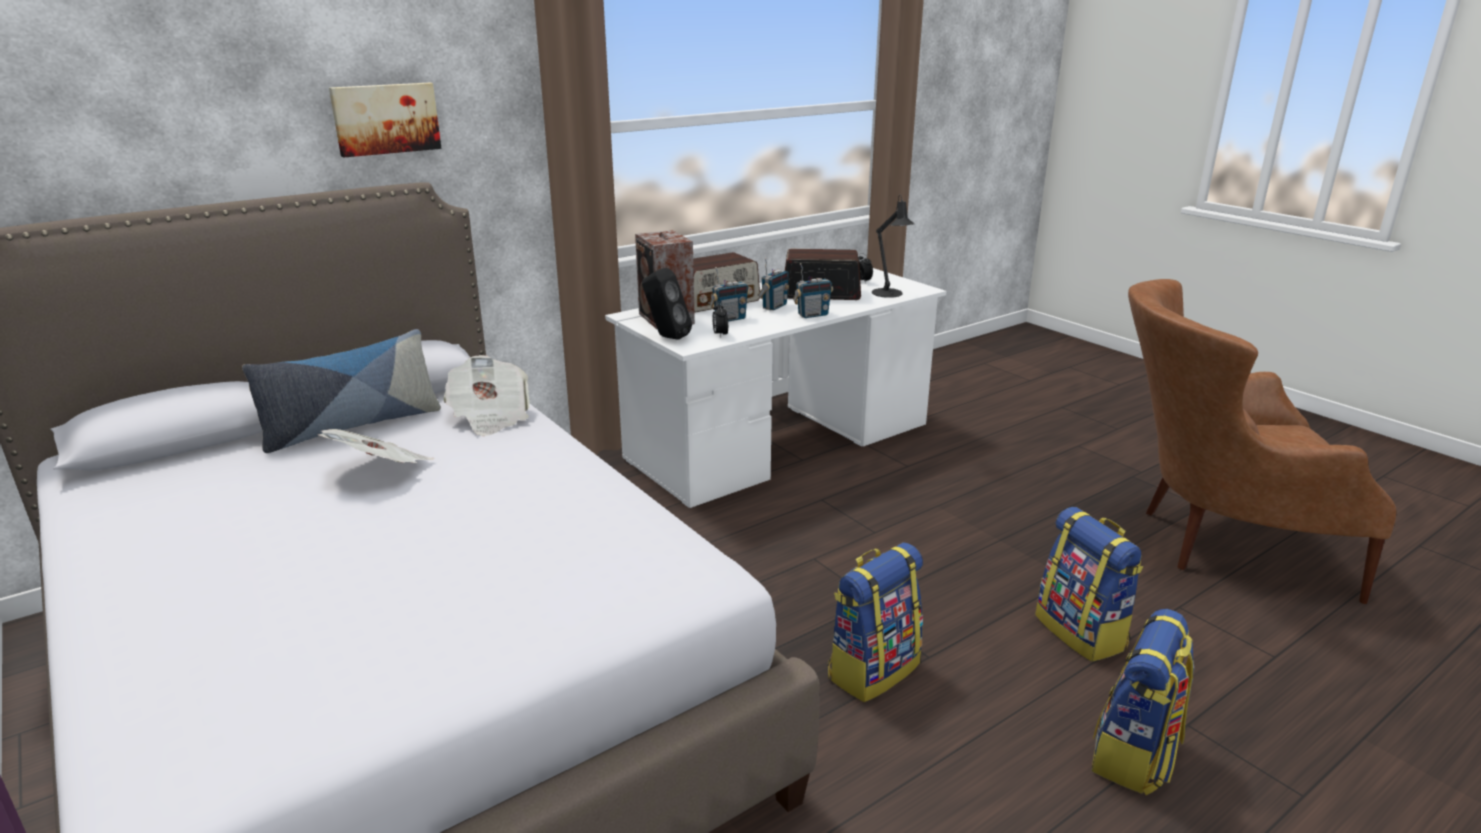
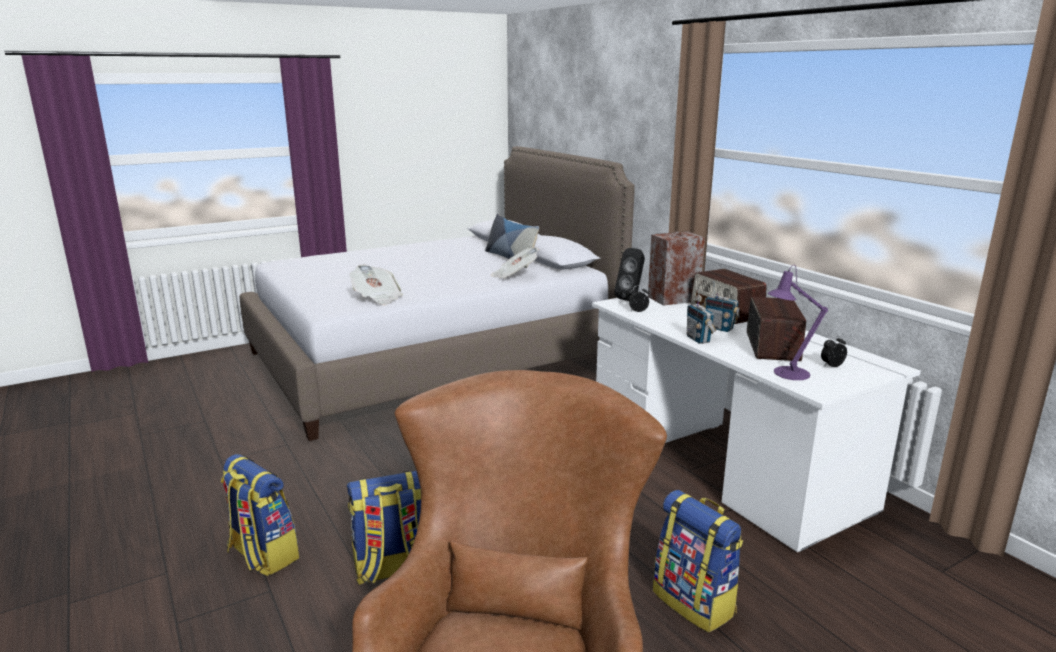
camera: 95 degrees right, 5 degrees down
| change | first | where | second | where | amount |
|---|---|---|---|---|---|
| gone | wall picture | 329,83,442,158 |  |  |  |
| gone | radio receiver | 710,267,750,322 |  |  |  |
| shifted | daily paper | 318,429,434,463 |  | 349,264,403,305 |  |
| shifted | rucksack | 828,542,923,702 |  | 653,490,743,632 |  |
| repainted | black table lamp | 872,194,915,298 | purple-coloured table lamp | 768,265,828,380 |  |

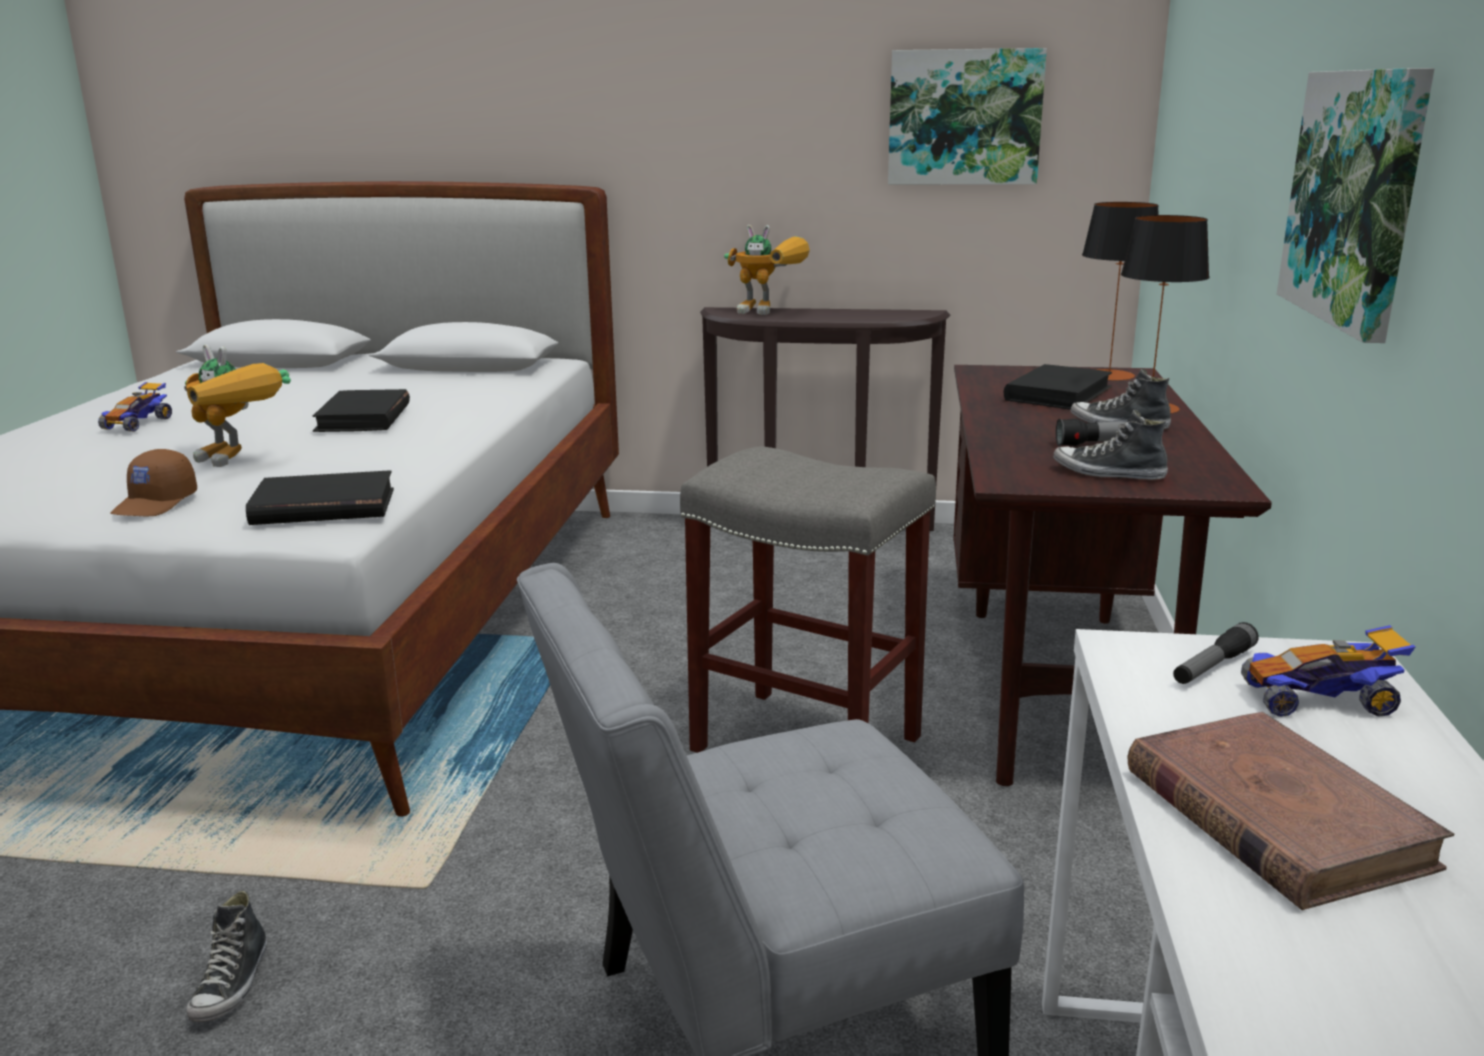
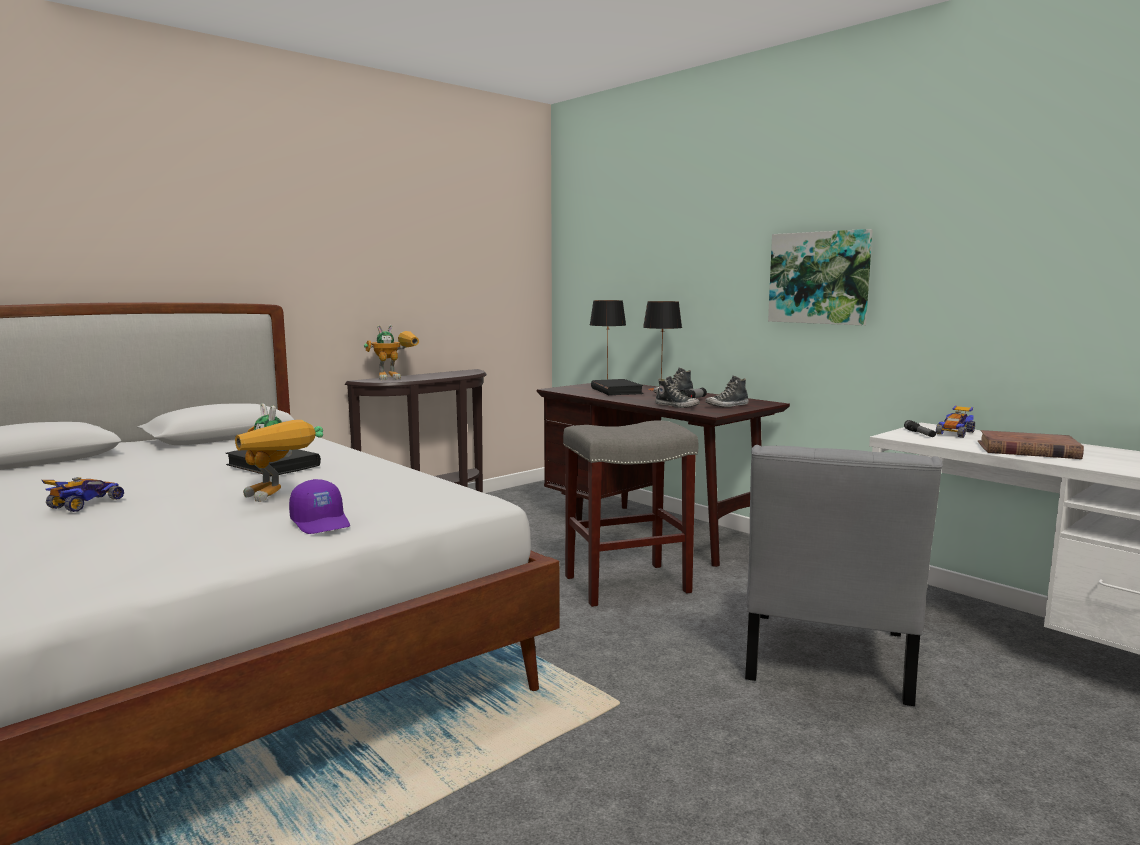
camera: 50 degrees left, 10 degrees down
| change | first | where | second | where | amount |
|---|---|---|---|---|---|
| gone | black book | 246,470,394,525 |  |  |  |
| gone | wall picture | 888,48,1047,185 |  |  |  |
| shifted | shoe | 187,890,267,1022 |  | 655,376,700,408 |  |
| repainted | brown peaked cap | 110,449,197,516 | purple-coloured peaked cap | 289,479,350,534 |  |
| rotated | miniature car | 98,382,172,432 |  | 42,477,124,512 | 120 degrees counterclockwise |
| rotated | toy robot | 184,344,291,467 |  | 235,403,323,502 | 60 degrees clockwise |

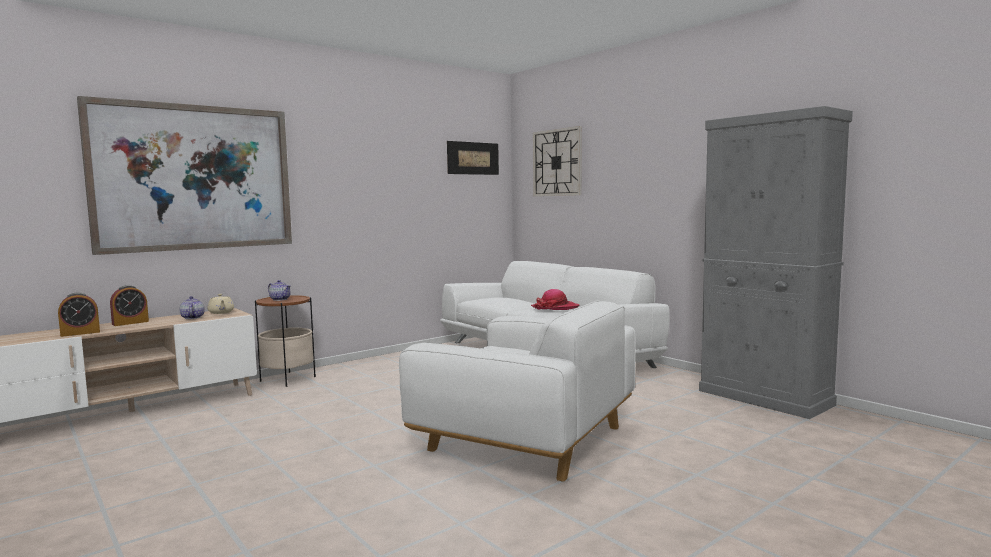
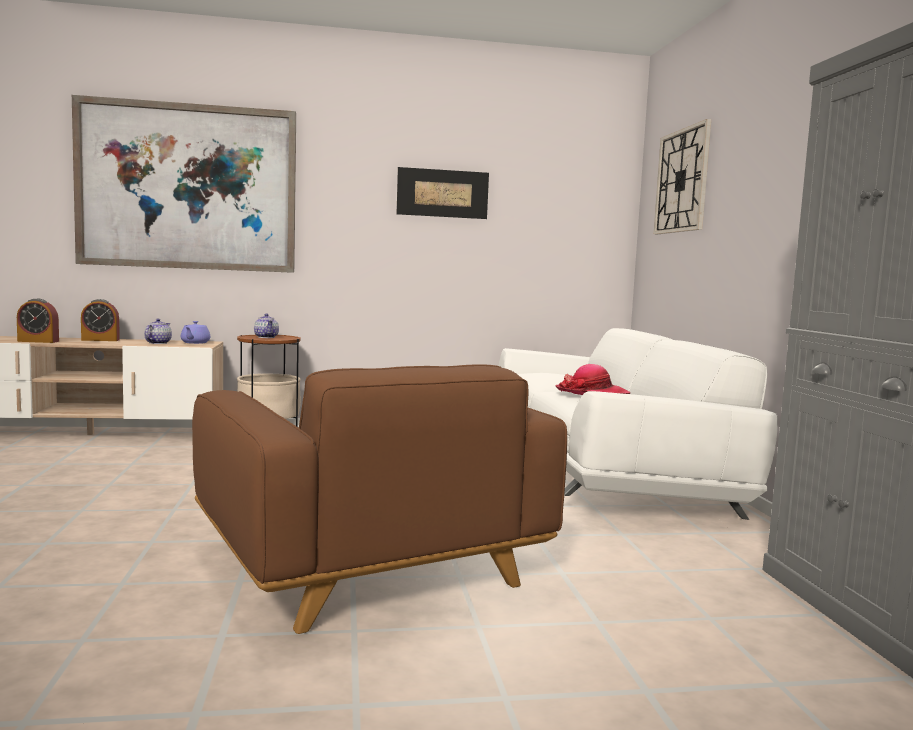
camera: 30 degrees right, 0 degrees up
| change | first | where | second | where | amount |
|---|---|---|---|---|---|
| shifted | wall picture | 447,141,499,175 |  | 396,167,489,219 |  |
| repainted | beige-coloured pot for tea | 207,294,234,314 | purple-coloured pot for tea | 181,321,210,344 |  |
| repainted | white easy chair | 399,300,636,482 | brown easy chair | 192,364,567,634 |  |

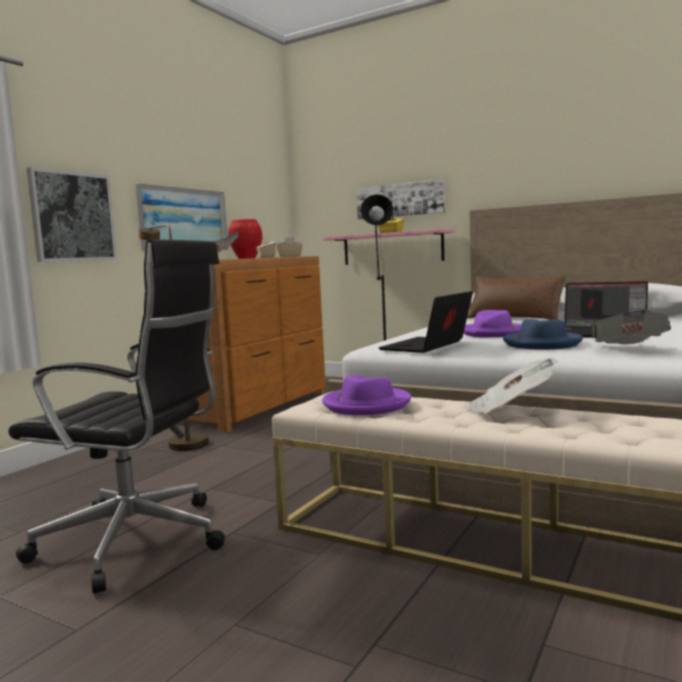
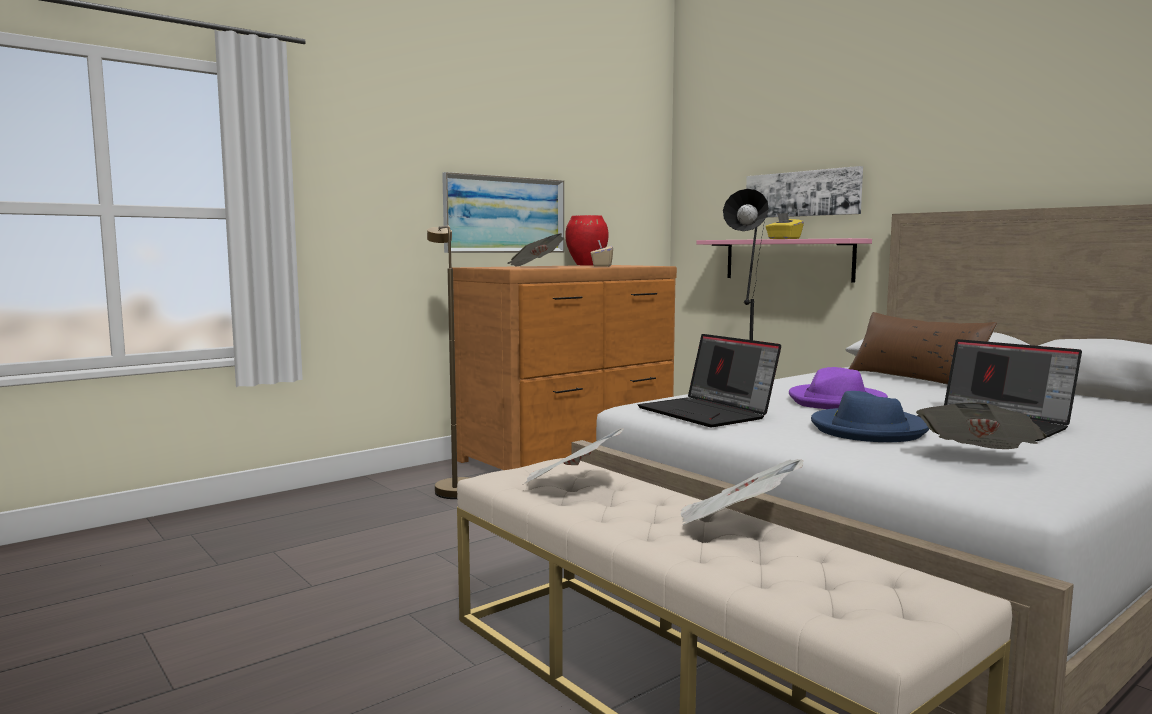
camera: 20 degrees right, 0 degrees up
| change | first | where | second | where | amount |
|---|---|---|---|---|---|
| gone | black computer chair | 8,239,225,594 |  |  |  |
| gone | wall picture | 27,167,117,262 |  |  |  |
| gone | beige-coloured tissue holder | 277,237,303,257 |  |  |  |
| swapped | purple-coloured hat | 322,375,411,415 | daily paper | 525,428,624,483 |  |
| rotated | portable computer | 378,291,473,353 |  | 638,334,781,427 | 90 degrees counterclockwise |

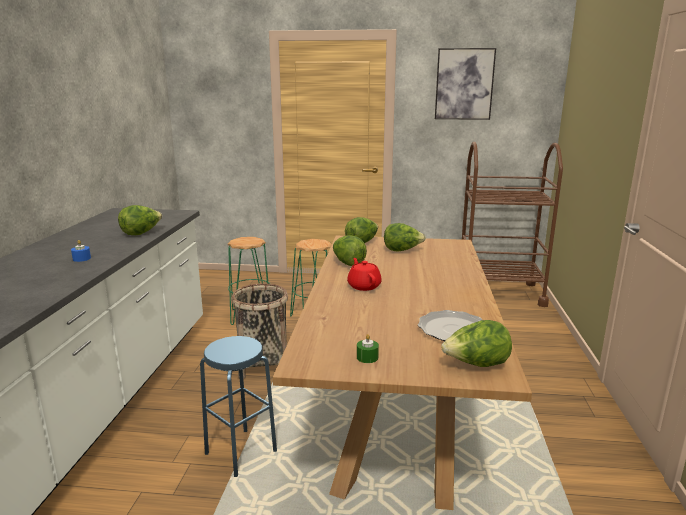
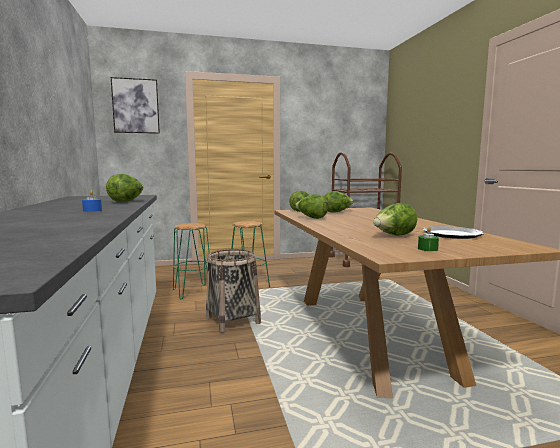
camera: 20 degrees left, 10 degrees down
| change | first | where | second | where | amount |
|---|---|---|---|---|---|
| gone | blue stool | 200,336,277,477 |  |  |  |
| gone | reddish pot for tea | 347,258,382,291 |  |  |  |
| shifted | wall picture | 435,48,496,120 |  | 111,77,160,134 |  |
| shifted | lettuce | 441,320,512,367 |  | 373,203,417,236 |  |

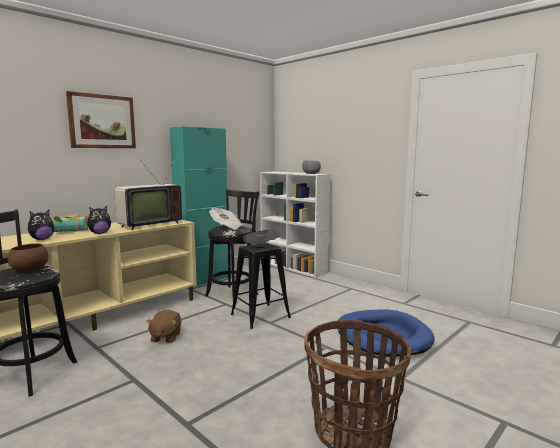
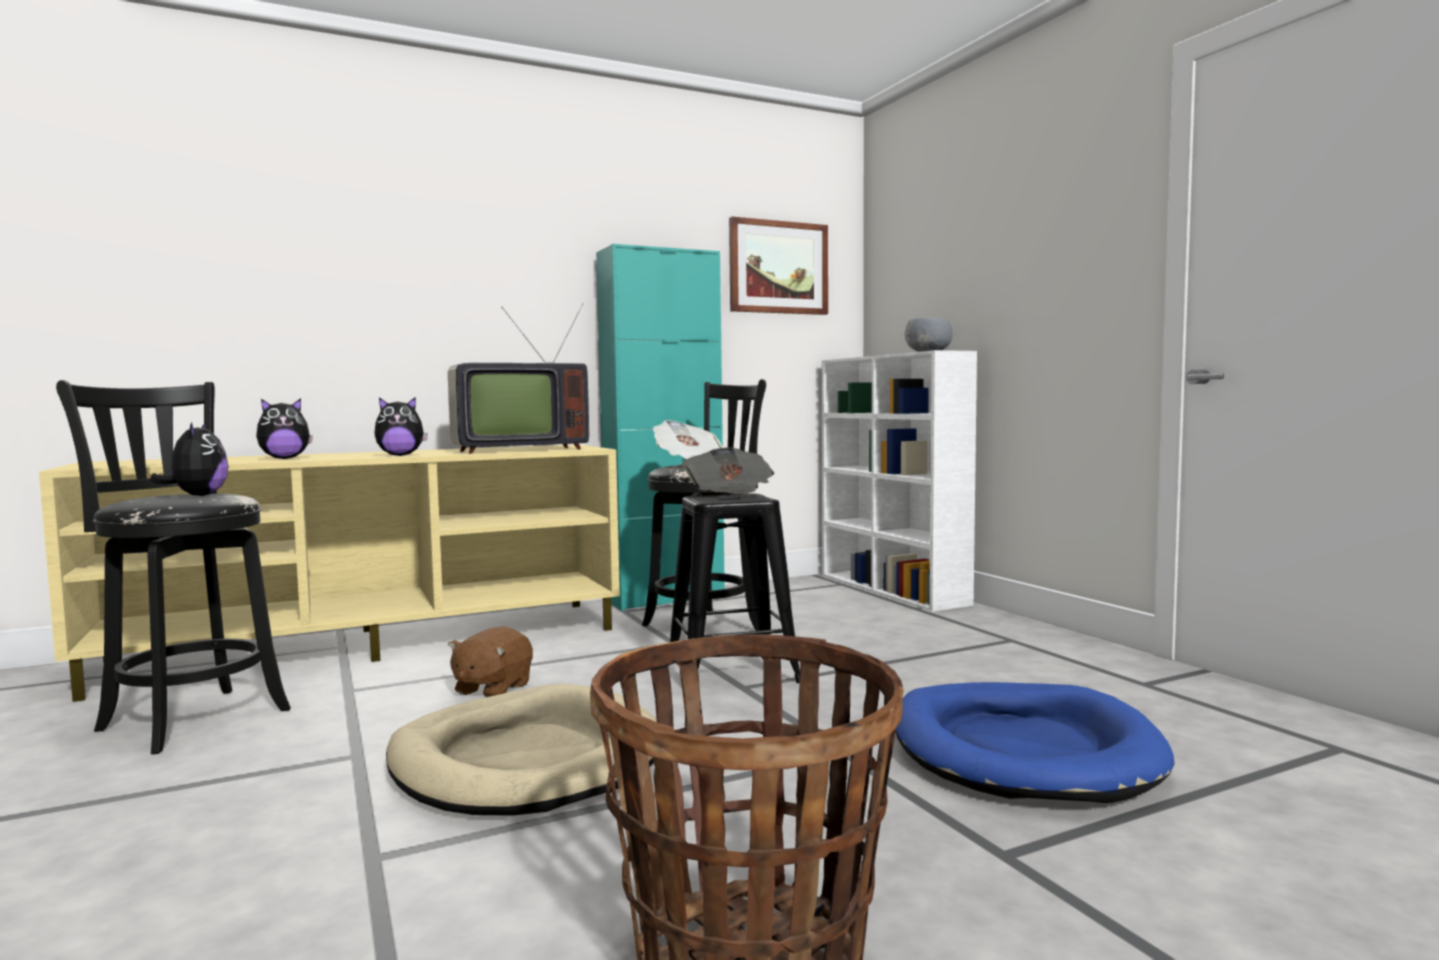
camera: 20 degrees right, 5 degrees down
| change | first | where | second | where | amount |
|---|---|---|---|---|---|
| gone | book | 53,215,88,232 |  |  |  |
| new |  |  | beige-coloured dog cushion | 386,684,657,816 |  |
| shifted | wall picture | 66,91,136,148 |  | 729,217,828,315 |  |
| swapped | brown deep dish | 8,244,49,272 | cuddly toy | 150,422,228,496 |  |

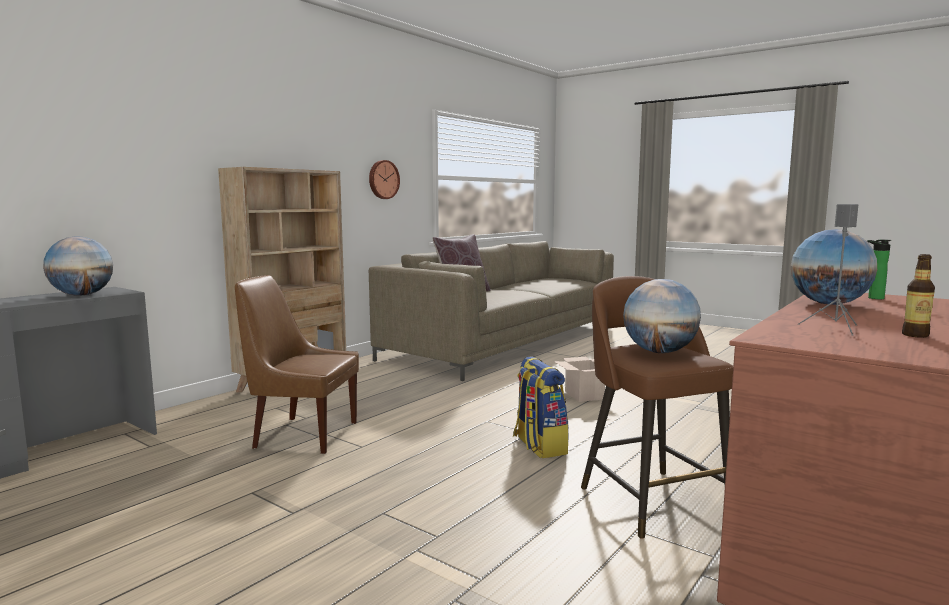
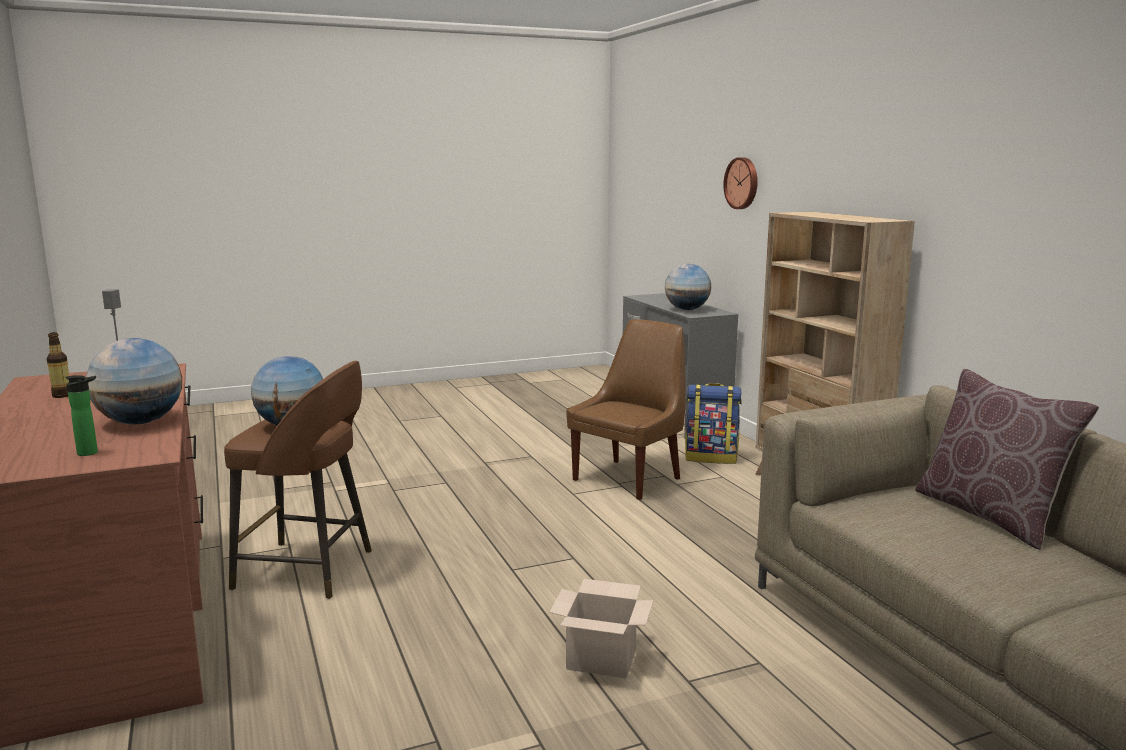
camera: 120 degrees right, 5 degrees up
| change | first | where | second | where | amount |
|---|---|---|---|---|---|
| shifted | clock on the wall | 369,160,400,199 |  | 723,157,758,209 |  |
| shifted | rucksack | 513,357,569,458 |  | 685,383,742,464 |  |

